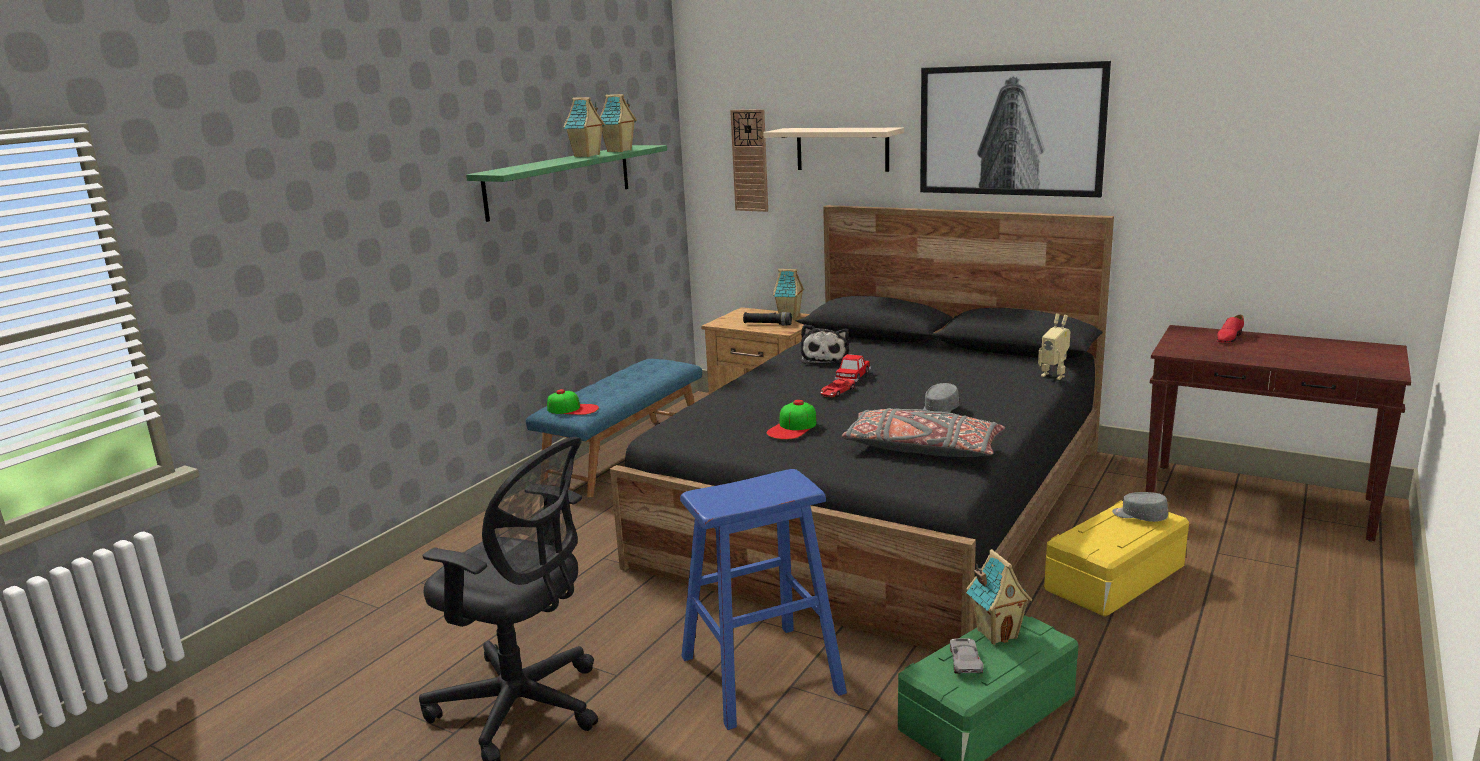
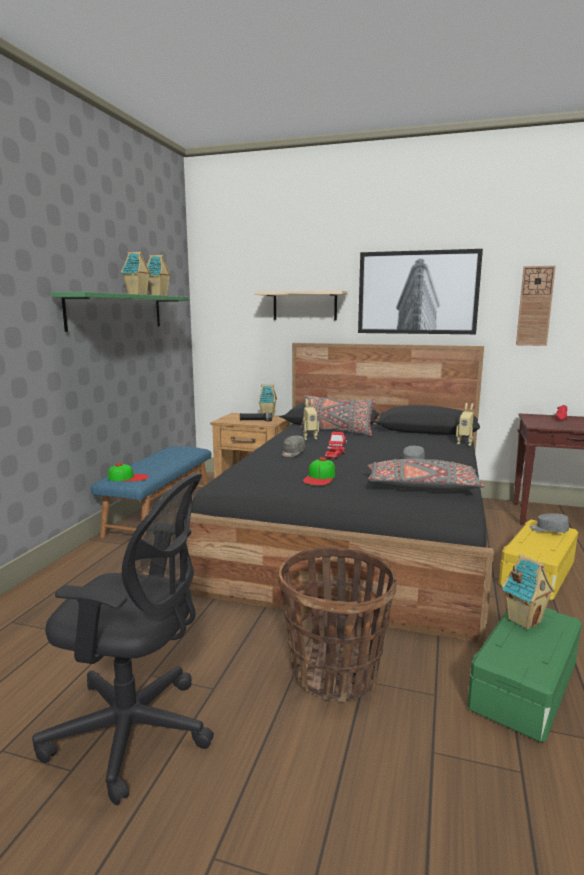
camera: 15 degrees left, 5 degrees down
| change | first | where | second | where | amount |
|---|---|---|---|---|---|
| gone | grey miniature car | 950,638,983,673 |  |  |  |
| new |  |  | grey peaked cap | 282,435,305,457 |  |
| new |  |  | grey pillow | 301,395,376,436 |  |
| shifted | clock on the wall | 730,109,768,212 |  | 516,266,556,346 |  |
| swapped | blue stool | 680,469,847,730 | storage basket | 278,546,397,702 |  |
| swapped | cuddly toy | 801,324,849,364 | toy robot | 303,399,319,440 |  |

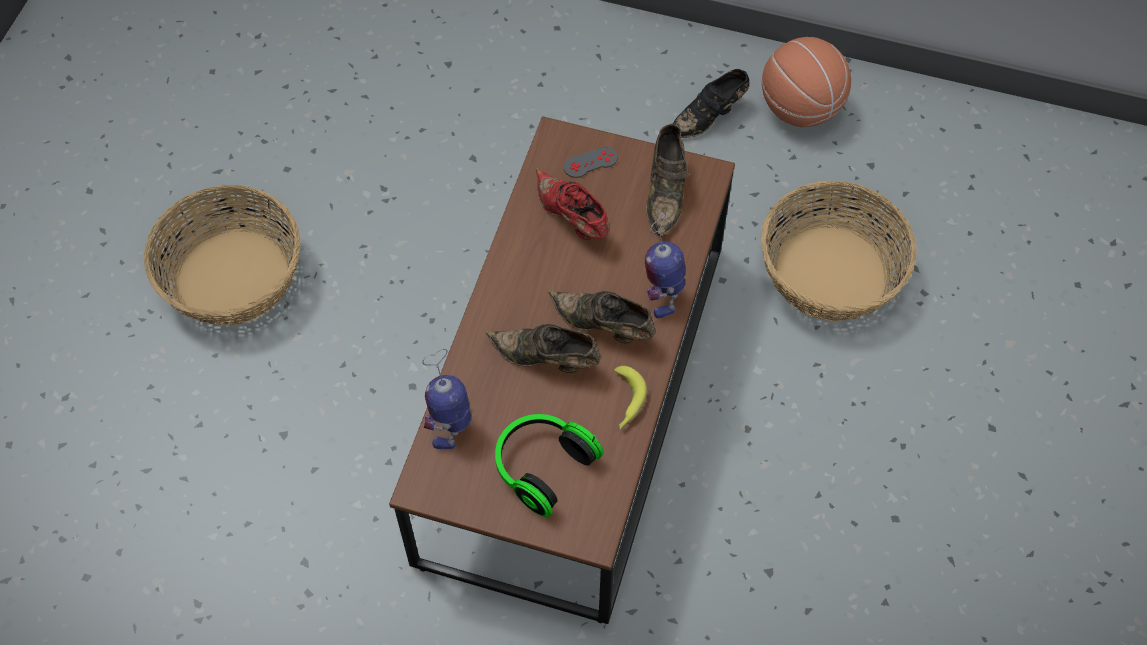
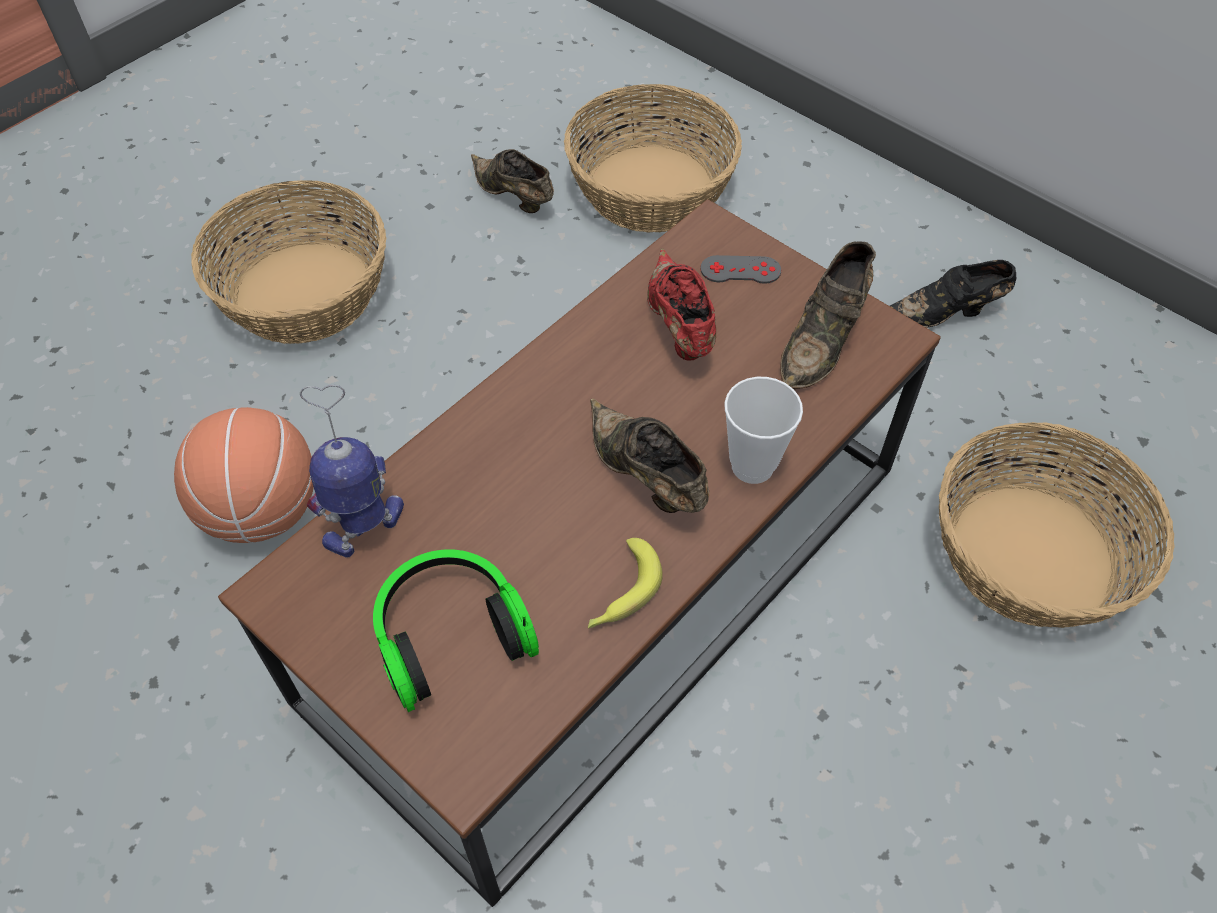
camera: 25 degrees right, 5 degrees down
| change | first | where | second | where | amount |
|---|---|---|---|---|---|
| new |  |  | storage basket | 564,84,742,233 |  |
| shifted | brown shoe | 485,324,601,373 |  | 471,149,554,213 |  |
| shifted | basketball | 762,37,851,127 |  | 174,407,314,543 |  |
| swapped | toy robot | 645,212,686,319 | drinking cup | 724,377,803,484 |  |

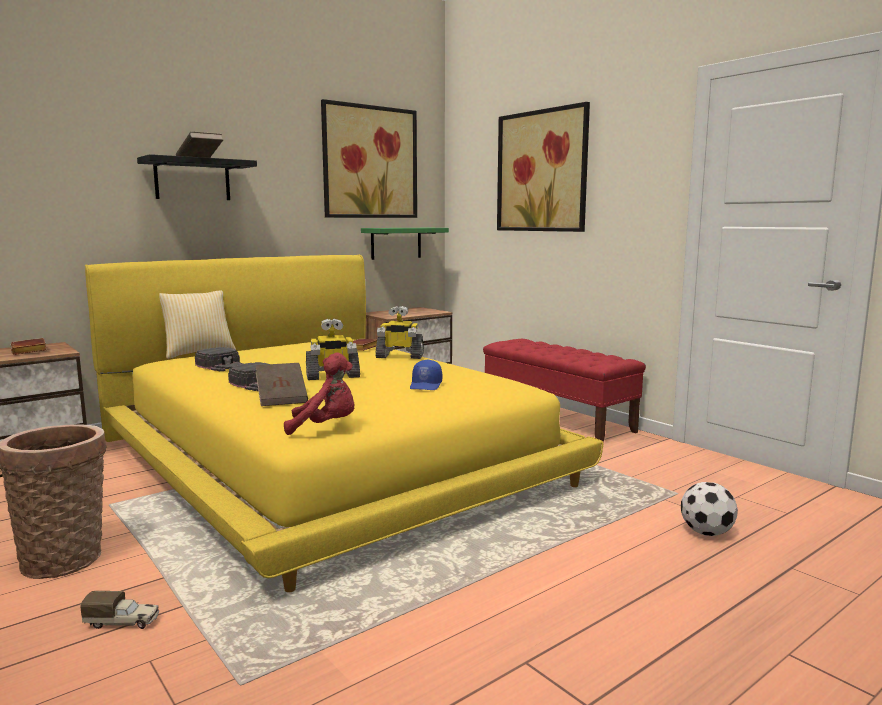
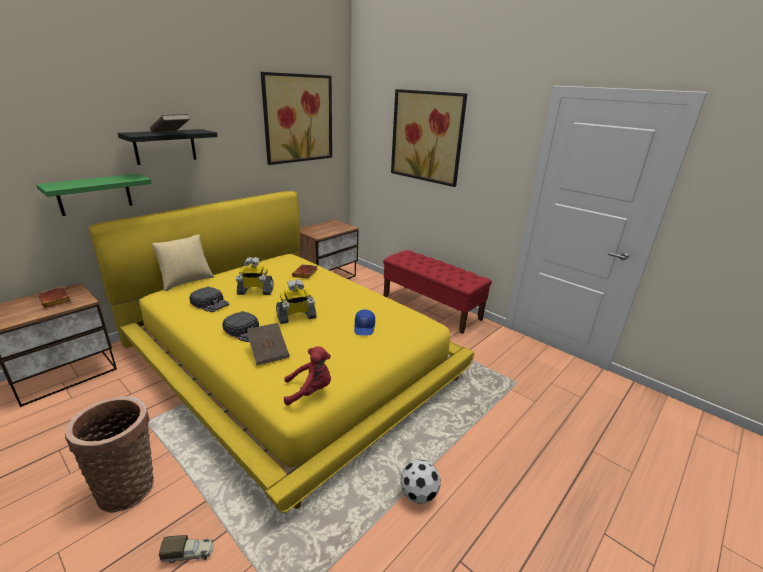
camera: 10 degrees left, 15 degrees up
| change | first | where | second | where | amount |
|---|---|---|---|---|---|
| shifted | green-coloured shelf | 361,228,449,260 |  | 36,173,152,216 |  |
| shifted | toy robot | 375,306,424,359 |  | 236,257,274,295 |  |
| shifted | ball for football | 681,482,738,536 |  | 401,459,441,504 |  |

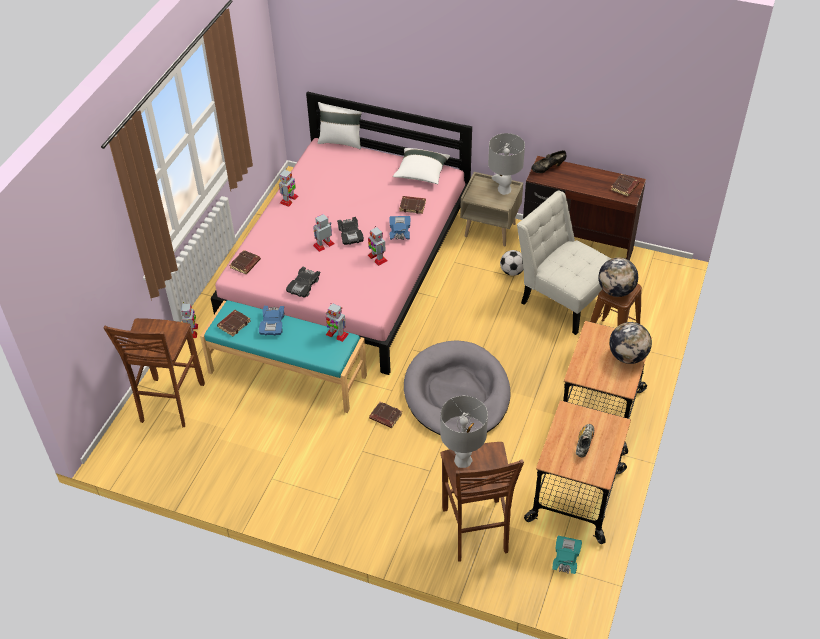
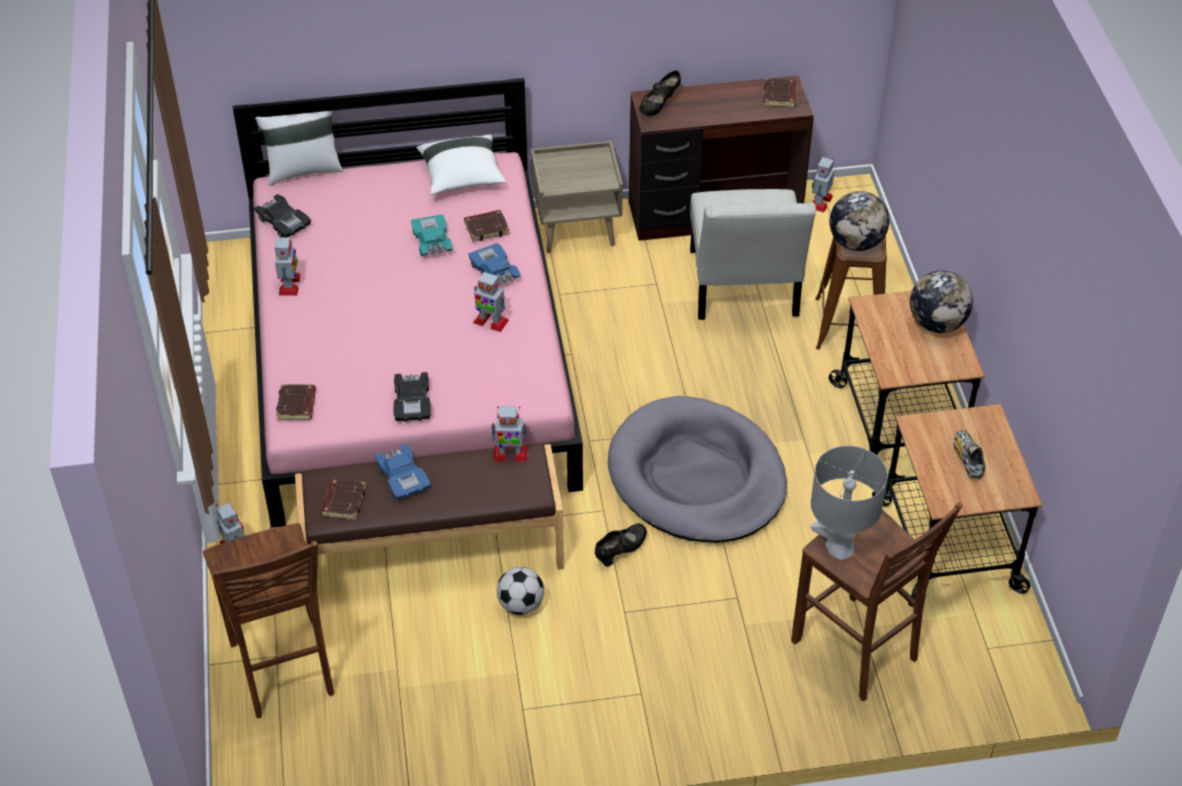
camera: 30 degrees left, 0 degrees up
| change | first | where | second | where | amount |
|---|---|---|---|---|---|
| gone | grey table lamp | 488,133,525,195 |  |  |  |
| shifted | toy robot | 313,214,335,252 |  | 812,157,834,213 |  |
| shifted | black miniature car | 337,217,364,245 |  | 254,194,311,237 |  |
| shifted | ball for football | 500,250,524,276 |  | 497,567,544,615 |  |
| shifted | turquoise miniature car | 552,536,582,574 |  | 411,214,453,256 |  |
| swapped | brown book | 369,402,402,428 | black shoe | 595,523,647,567 |  |
| repainted | turquoise long seat | 200,300,367,413 | brown long seat | 295,443,564,570 |  |
| rotated | white plain chair | 517,190,611,335 |  | 690,189,816,320 | 105 degrees counterclockwise |

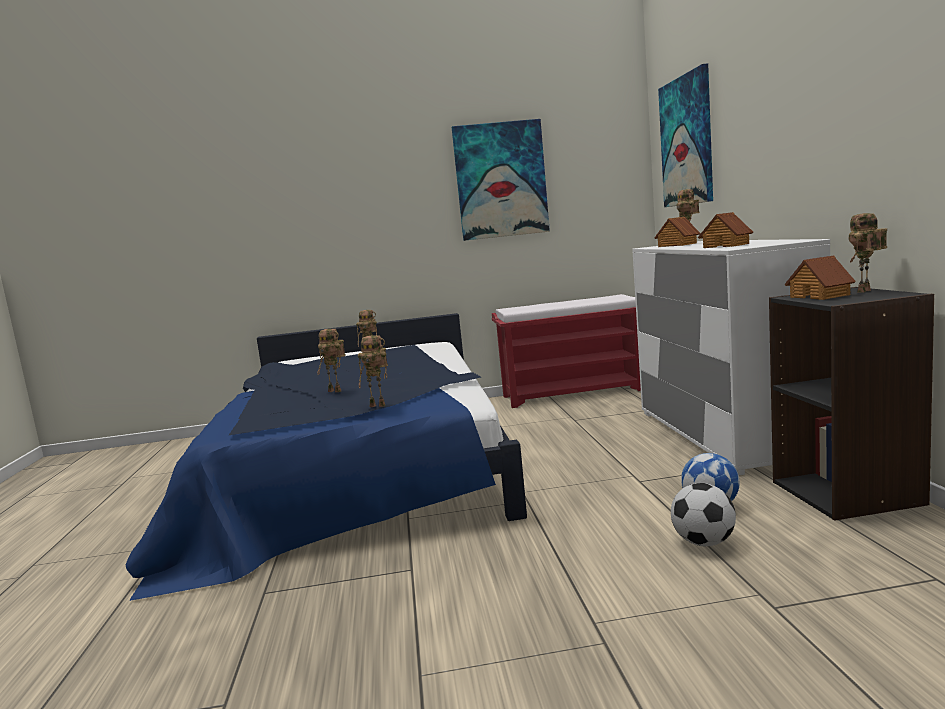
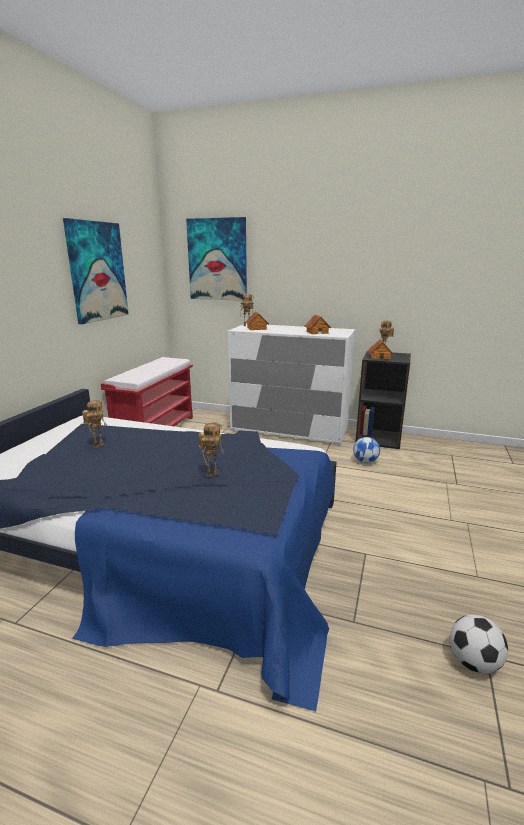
camera: 65 degrees left, 10 degrees up
| change | first | where | second | where | amount |
|---|---|---|---|---|---|
| gone | toy robot | 358,335,388,407 |  |  |  |
| shifted | ball for football | 671,483,736,546 |  | 450,615,508,674 |  |

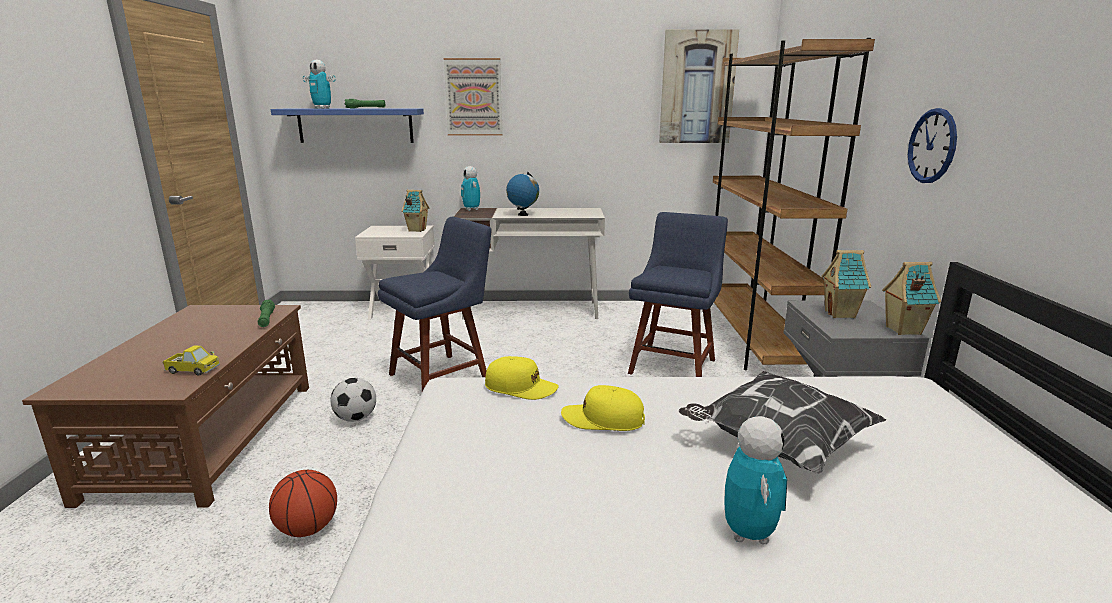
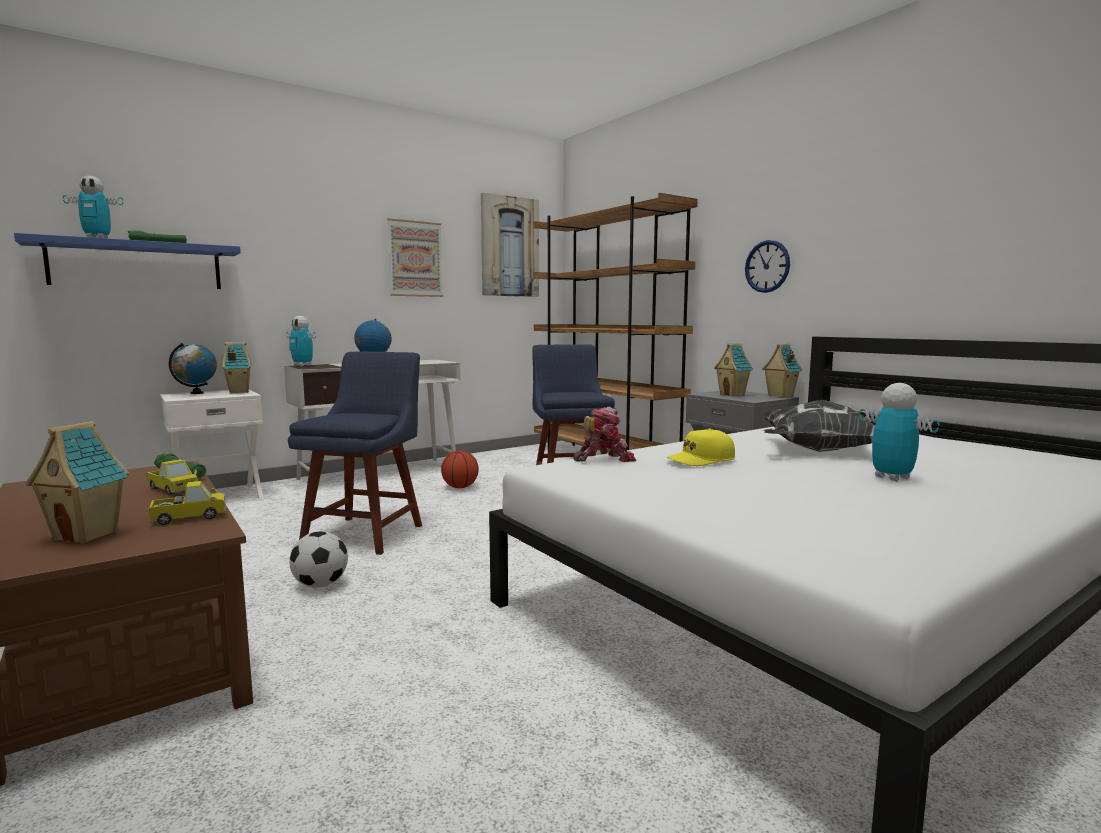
camera: 35 degrees left, 10 degrees down
| change | first | where | second | where | amount |
|---|---|---|---|---|---|
| new |  |  | miniature house | 25,421,130,544 |  |
| new |  |  | model truck | 146,459,199,495 |  |
| new |  |  | desk globe | 169,343,217,394 |  |
| shifted | basketball | 269,470,337,537 |  | 441,450,479,488 |  |
| shifted | wall picture | 443,58,503,136 |  | 387,218,443,297 |  |
| swapped | yellowish peaked cap | 485,356,559,400 | toy robot | 573,407,636,462 |  |

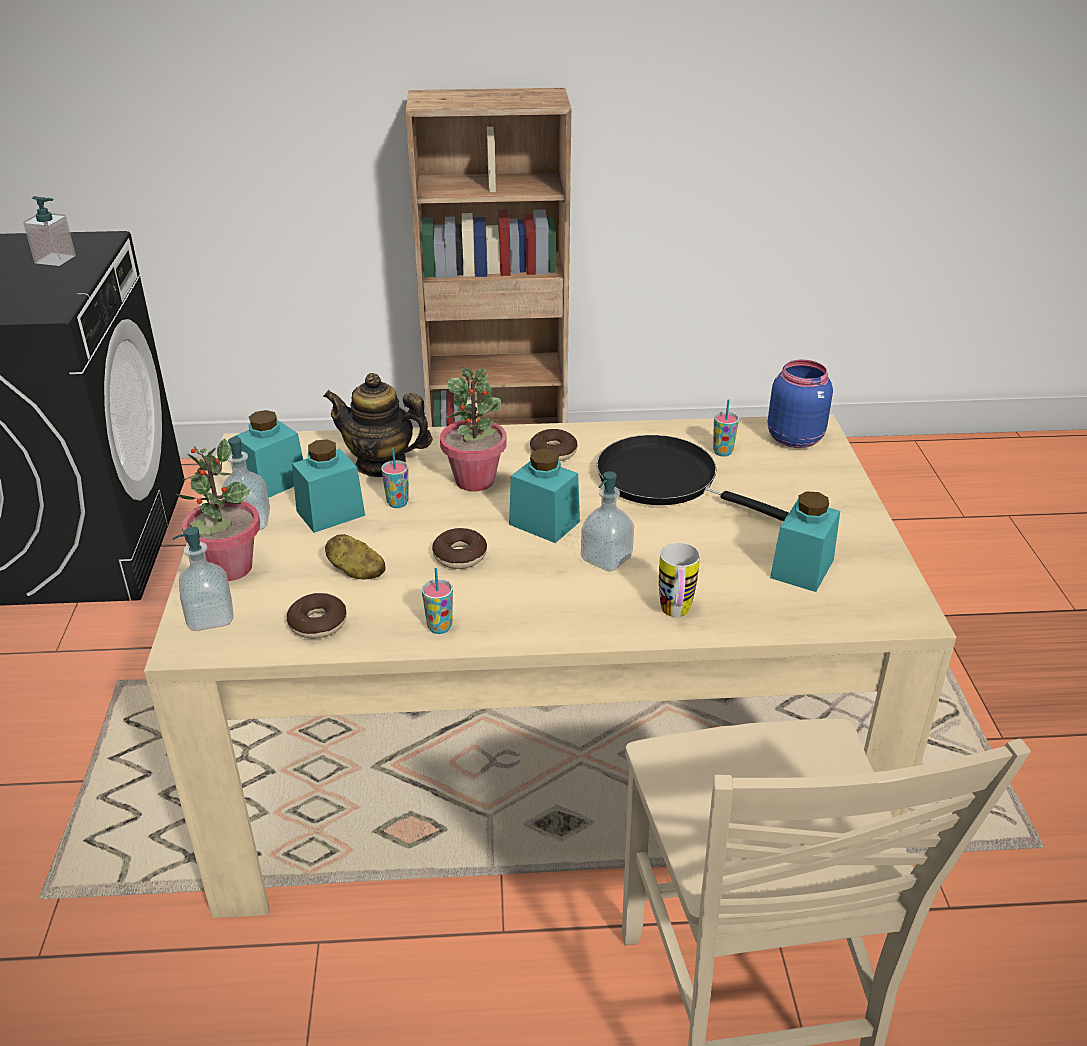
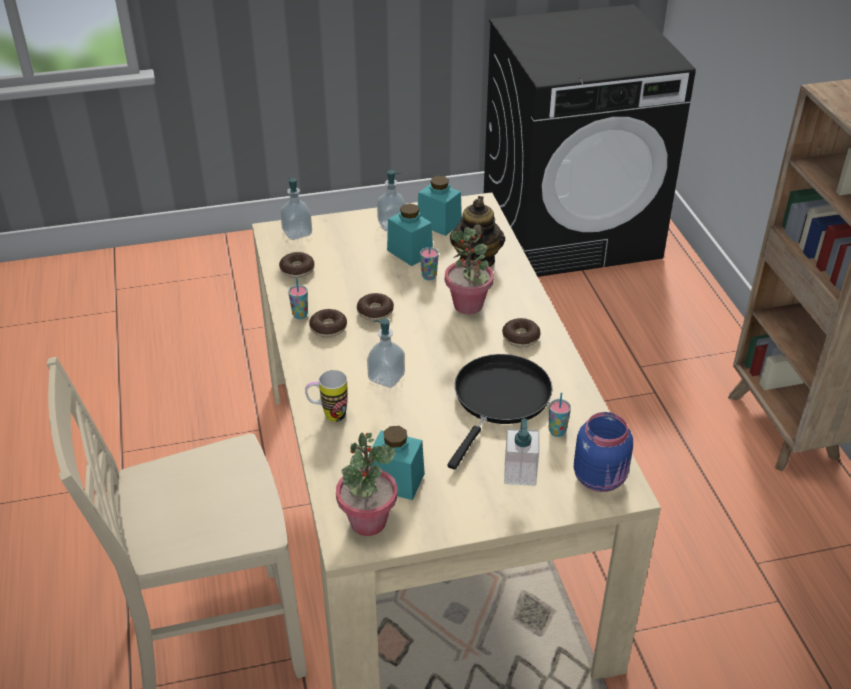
camera: 80 degrees right, 5 degrees up
| change | first | where | second | where | amount |
|---|---|---|---|---|---|
| gone | potato | 325,534,385,579 |  |  |  |
| gone | turquoise preserve jar | 509,448,580,543 |  |  |  |
| new |  |  | doughnut | 309,309,347,337 |  |
| shifted | soap dispenser | 23,196,76,266 |  | 504,418,539,486 |  |
| shifted | plant in a pot | 176,439,260,581 |  | 336,433,397,536 |  |

